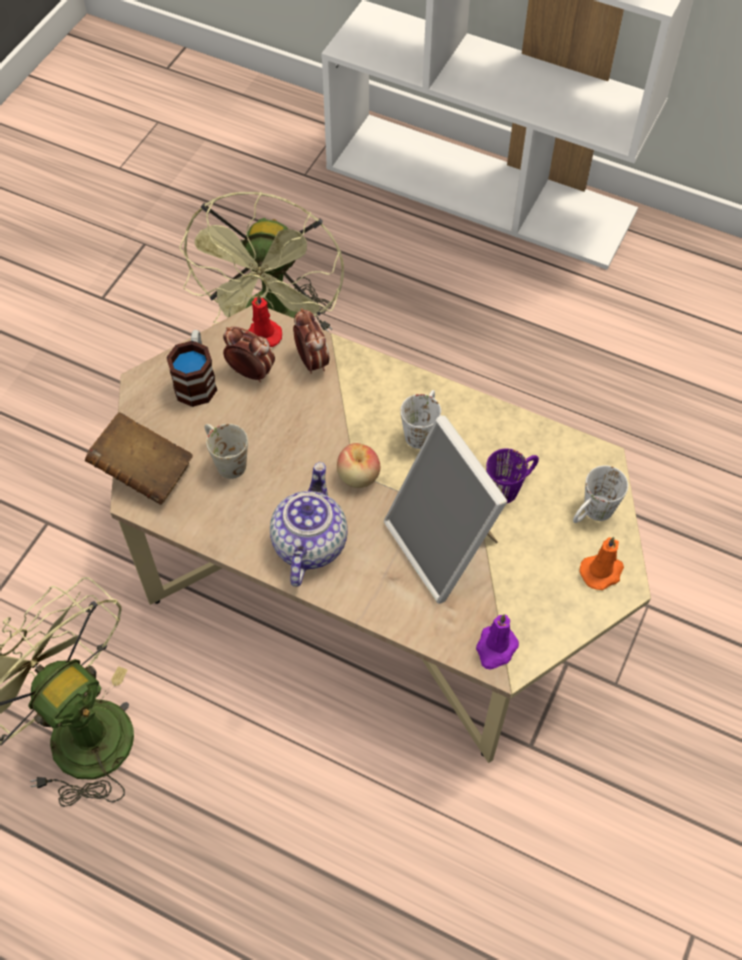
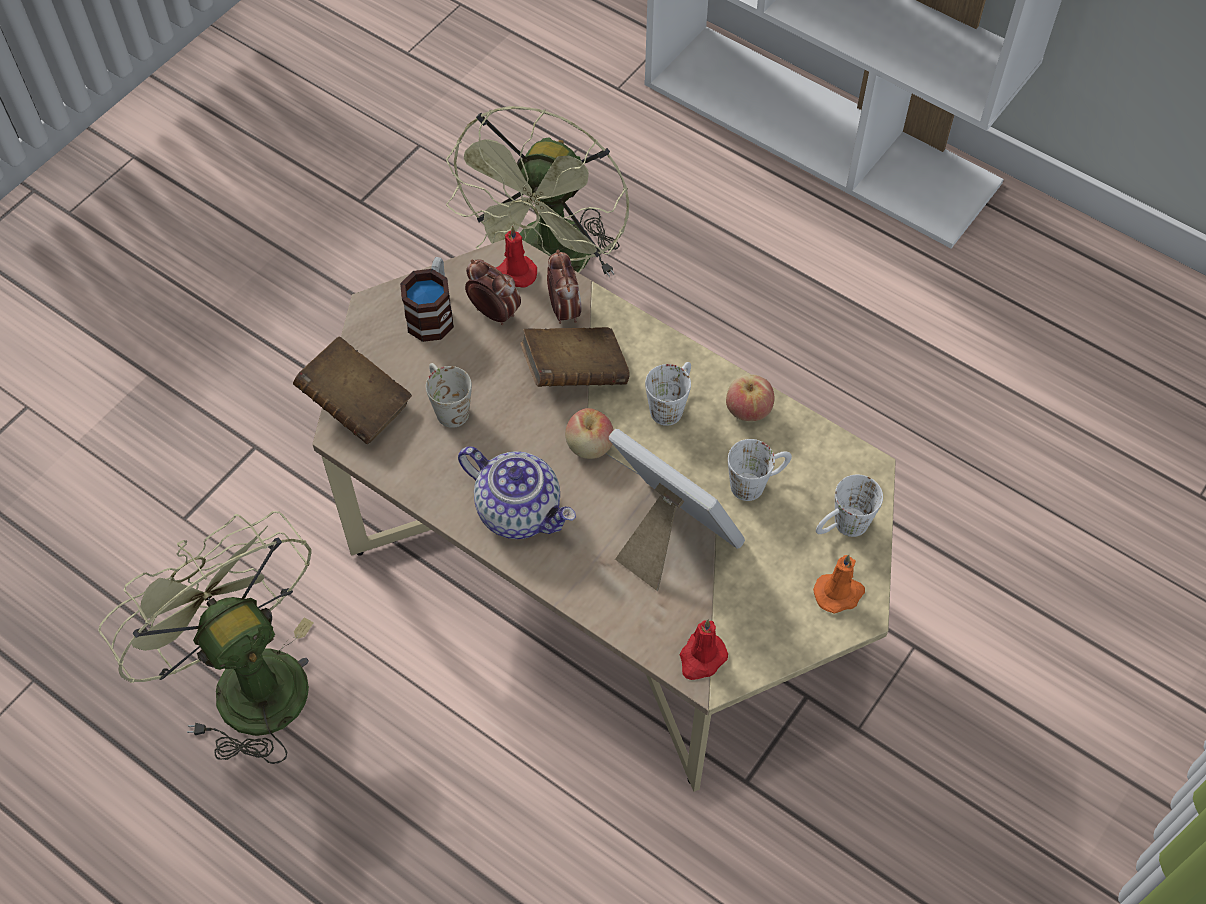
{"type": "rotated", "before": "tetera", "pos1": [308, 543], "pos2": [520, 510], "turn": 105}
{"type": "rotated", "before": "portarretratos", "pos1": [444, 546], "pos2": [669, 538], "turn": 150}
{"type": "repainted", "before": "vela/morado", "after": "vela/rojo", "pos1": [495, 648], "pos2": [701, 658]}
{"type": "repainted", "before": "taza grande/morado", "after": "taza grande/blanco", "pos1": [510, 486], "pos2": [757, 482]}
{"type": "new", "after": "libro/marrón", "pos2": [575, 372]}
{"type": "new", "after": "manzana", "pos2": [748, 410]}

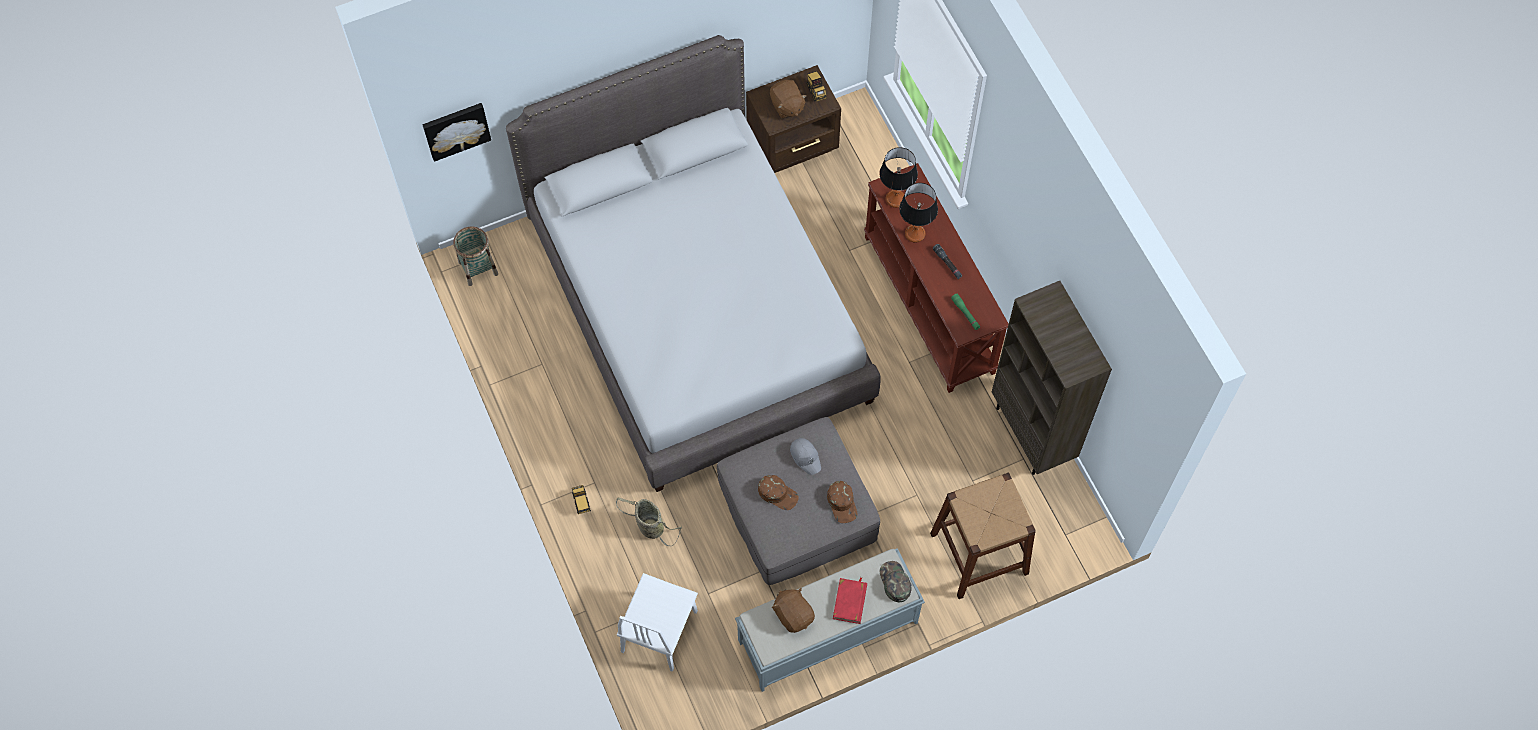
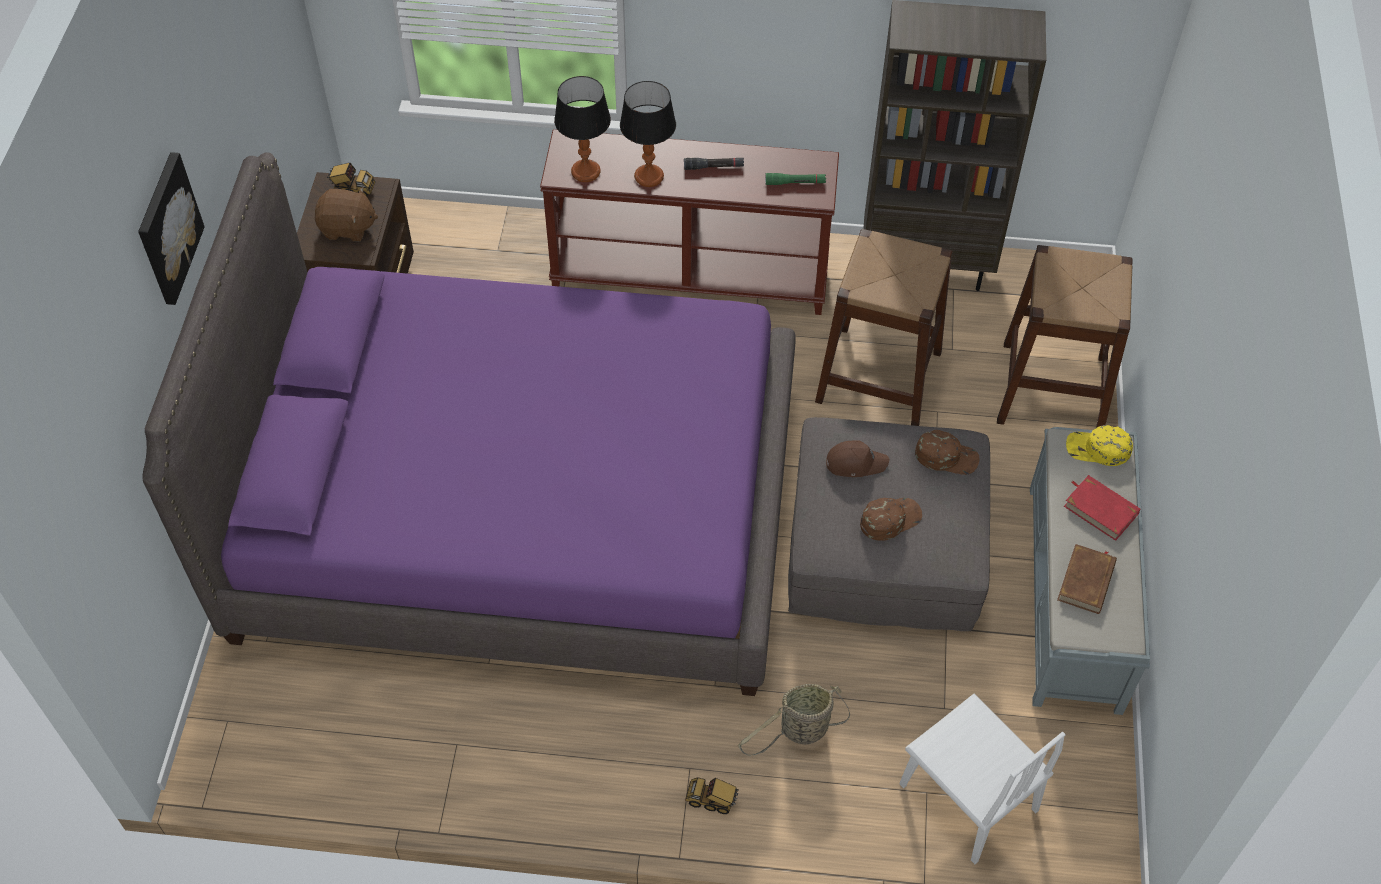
{"type": "shifted", "before": "cuadro", "pos1": [456, 129], "pos2": [167, 228]}
{"type": "gone", "before": "cesta", "pos1": [478, 268]}
{"type": "repainted", "before": "cama/gris", "after": "cama/morado", "pos1": [699, 309], "pos2": [518, 511]}
{"type": "swapped", "before": "peluche/marrón", "after": "libro/marrón", "pos1": [793, 614], "pos2": [1086, 581]}
{"type": "repainted", "before": "gorra/gris", "after": "gorra/marrón", "pos1": [806, 457], "pos2": [855, 463]}
{"type": "repainted", "before": "gorra/verde", "after": "gorra/amarillo", "pos1": [894, 582], "pos2": [1098, 449]}
{"type": "new", "after": "taburete/marrón", "pos2": [879, 376]}

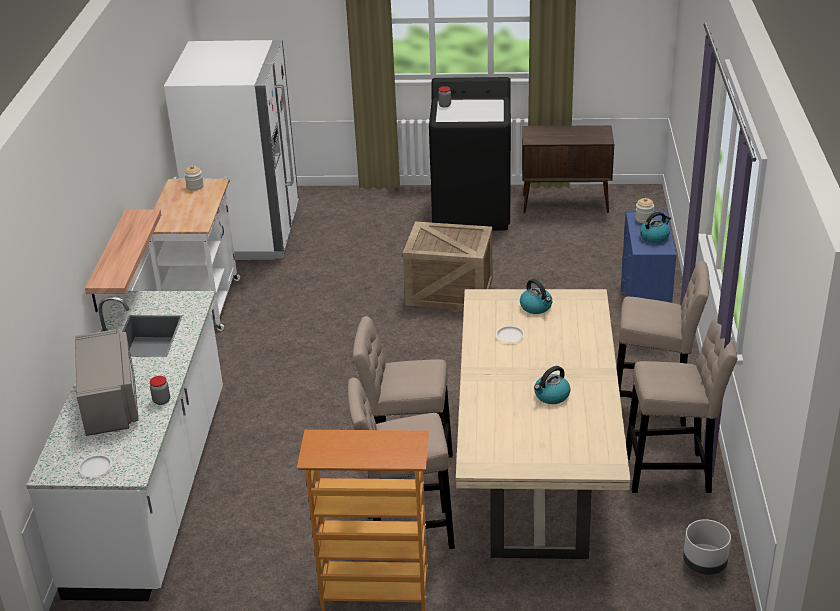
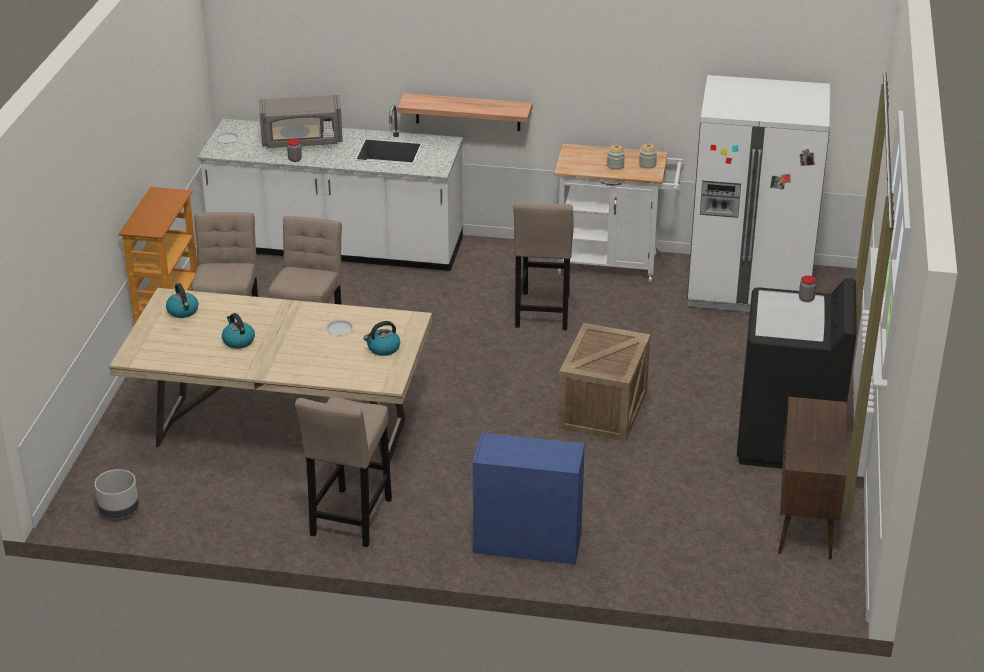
{"type": "shifted", "before": "taburete/beis", "pos1": [672, 473], "pos2": [542, 313]}
{"type": "shifted", "before": "tarro", "pos1": [644, 219], "pos2": [615, 165]}
{"type": "shifted", "before": "hervidor", "pos1": [654, 237], "pos2": [183, 311]}

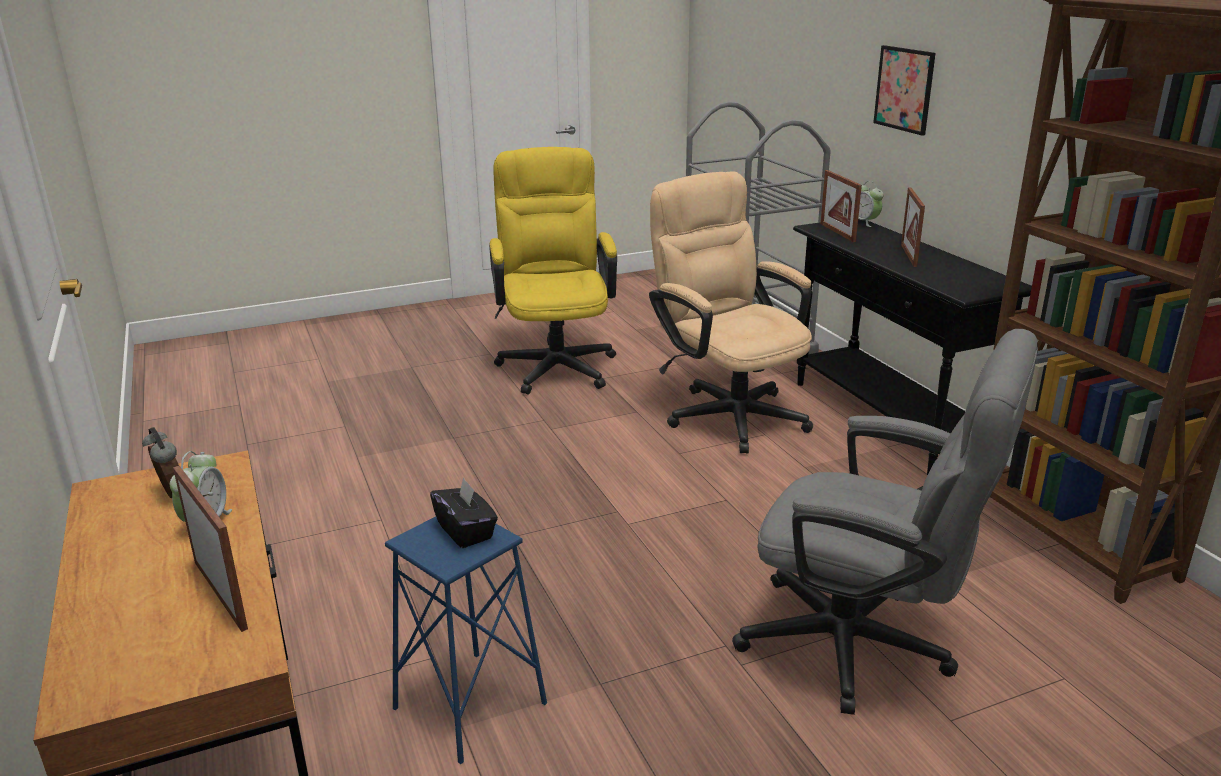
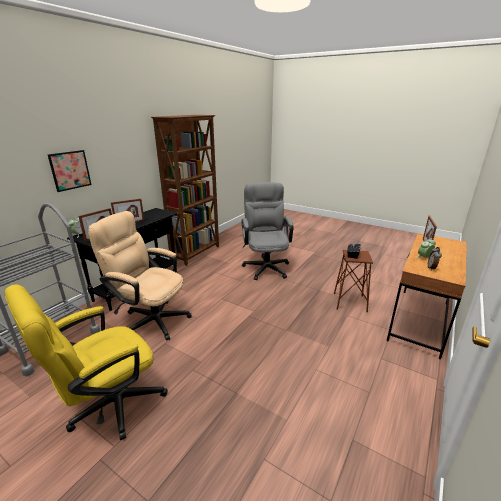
{"type": "repainted", "before": "taburete/azul", "after": "taburete/marrón", "pos1": [470, 706], "pos2": [349, 302]}
{"type": "rotated", "before": "silla de oficina/beis", "pos1": [728, 412], "pos2": [150, 319], "turn": 90}

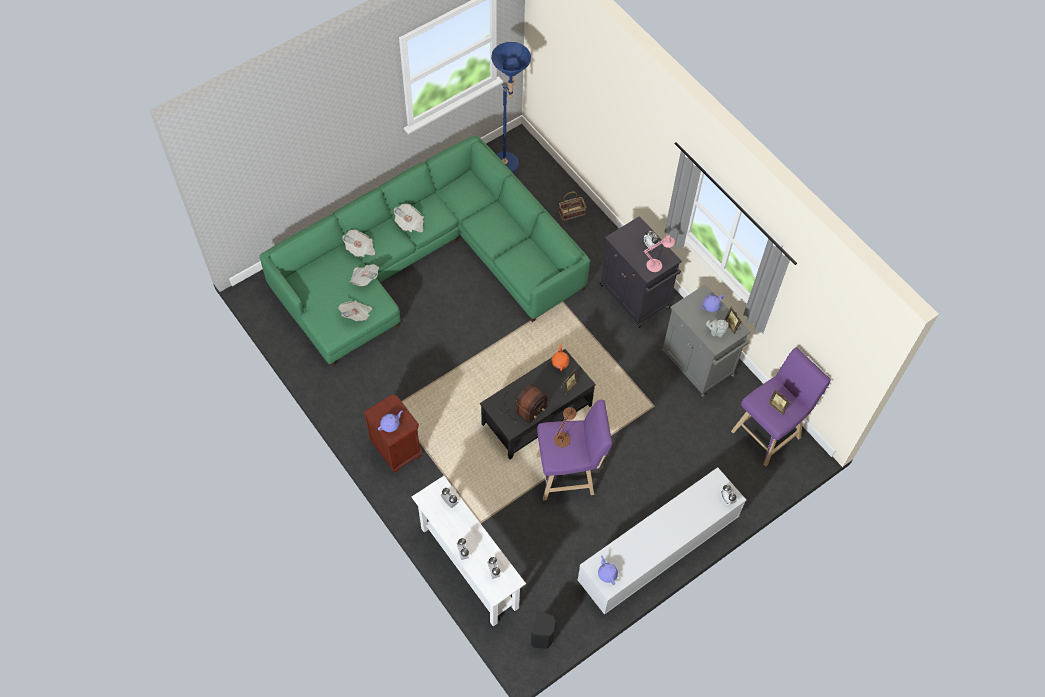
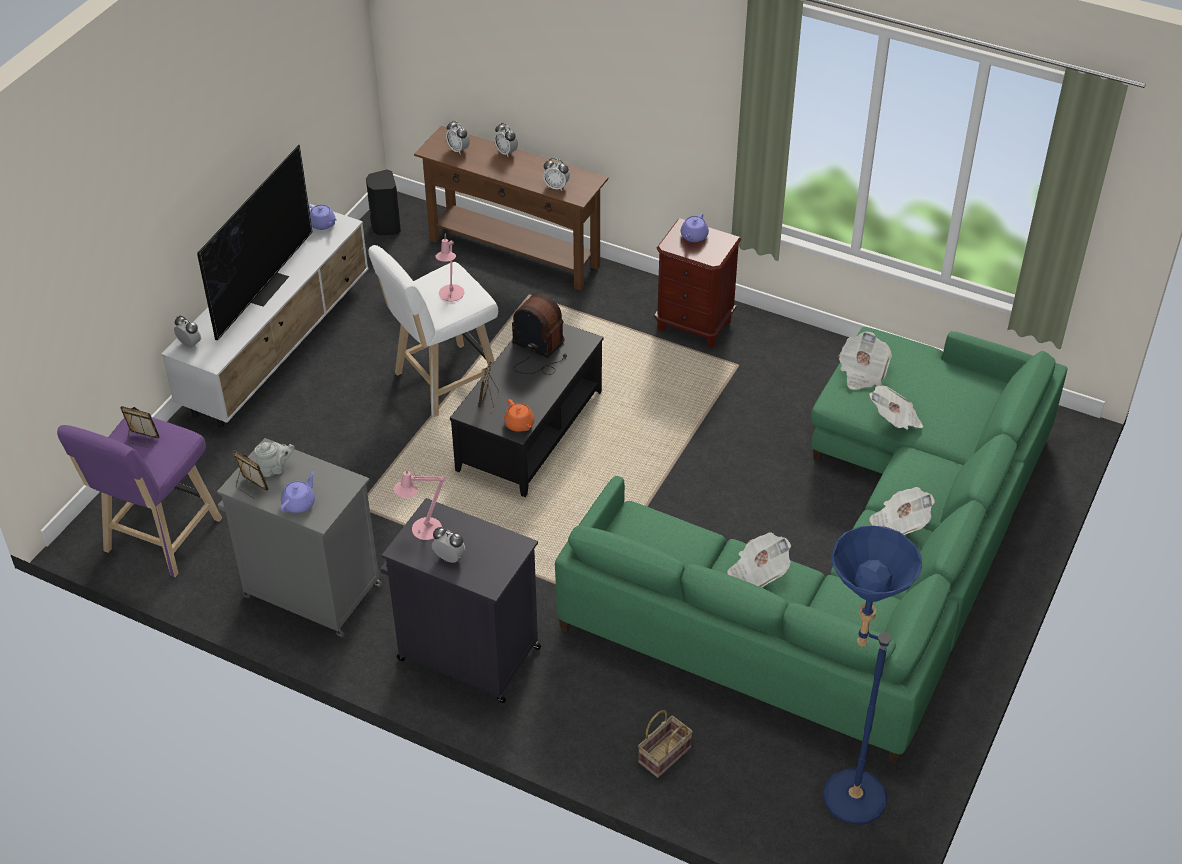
{"type": "shifted", "before": "periódico", "pos1": [360, 249], "pos2": [758, 572]}
{"type": "repainted", "before": "mesa consola/blanco", "after": "mesa consola/marrón", "pos1": [468, 568], "pos2": [514, 252]}
{"type": "rotated", "before": "radio", "pos1": [522, 408], "pos2": [538, 352], "turn": 105}
{"type": "repainted", "before": "taburete/morado", "after": "taburete/blanco", "pos1": [569, 474], "pos2": [442, 382]}
{"type": "repainted", "before": "lámpara de mesa/marrón", "after": "lámpara de mesa/rosa", "pos1": [563, 437], "pos2": [451, 295]}
{"type": "new", "after": "televisor", "pos2": [265, 287]}

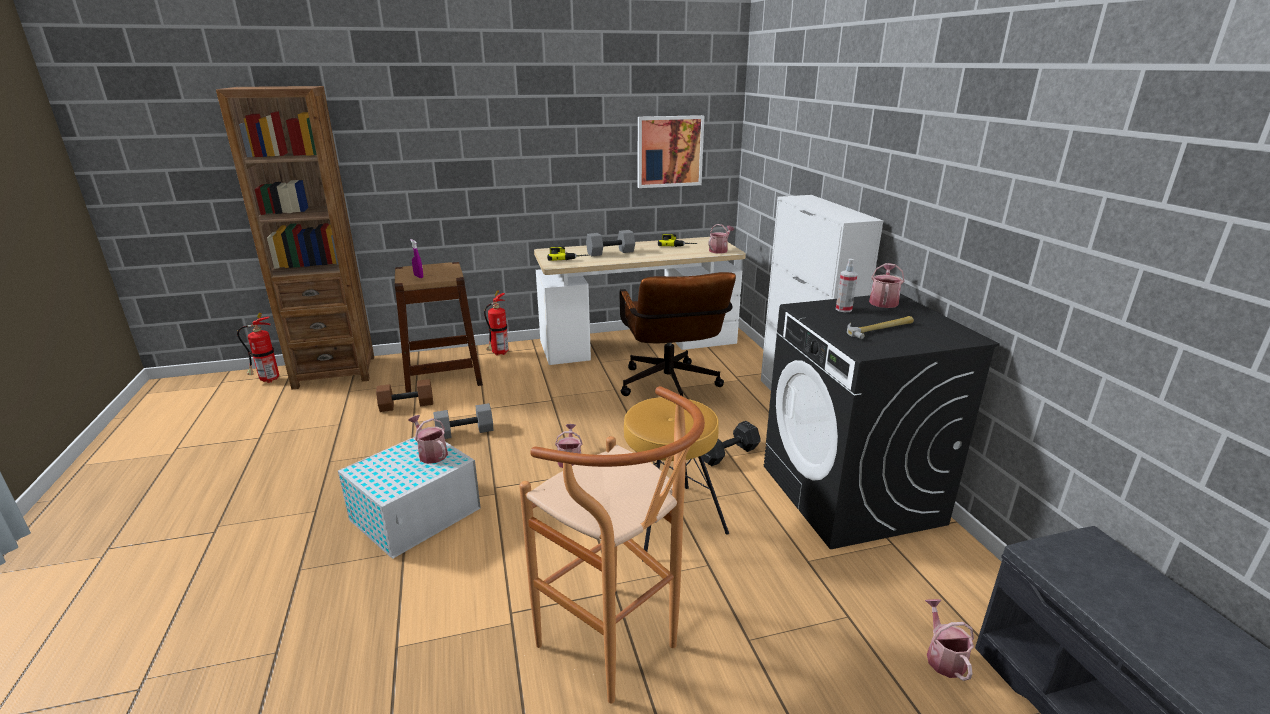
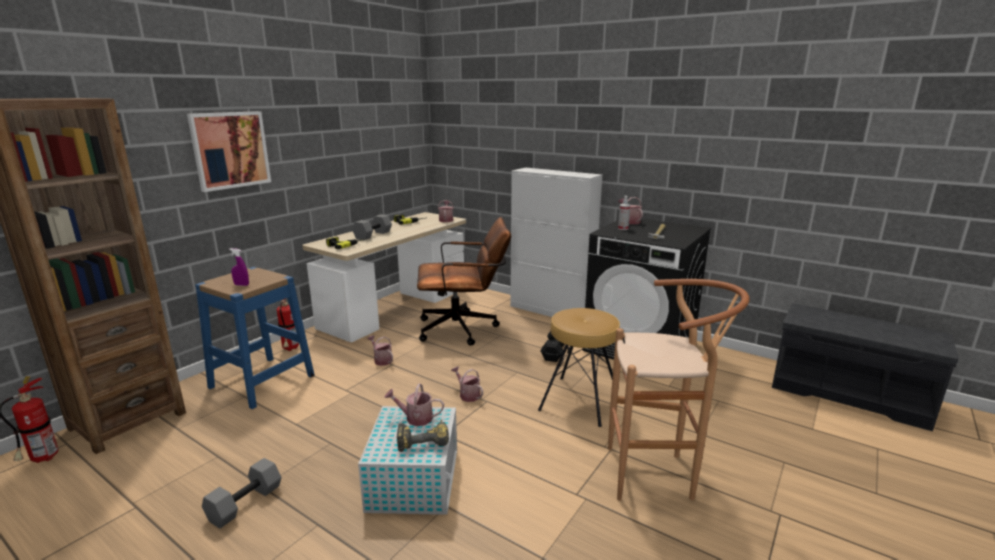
{"type": "gone", "before": "mancuerna/marrón", "pos1": [407, 405]}
{"type": "repainted", "before": "taburete/marrón", "after": "taburete/azul", "pos1": [442, 375], "pos2": [262, 381]}
{"type": "shifted", "before": "mancuerna/gris", "pos1": [465, 431], "pos2": [245, 502]}
{"type": "rotated", "before": "silla de oficina/marrón", "pos1": [670, 389], "pos2": [464, 329], "turn": -45}
{"type": "shifted", "before": "cuadro", "pos1": [669, 151], "pos2": [230, 150]}
{"type": "shifted", "before": "regadera", "pos1": [943, 657], "pos2": [381, 360]}
{"type": "new", "after": "taladro", "pos2": [424, 439]}

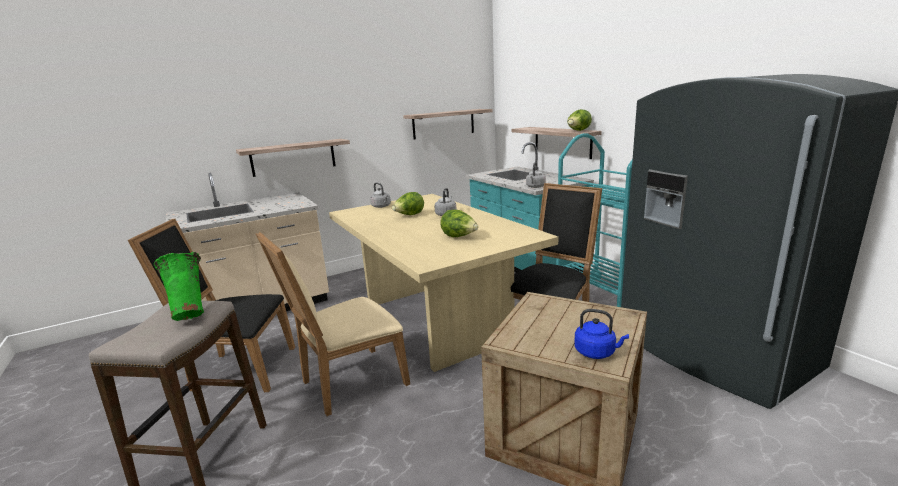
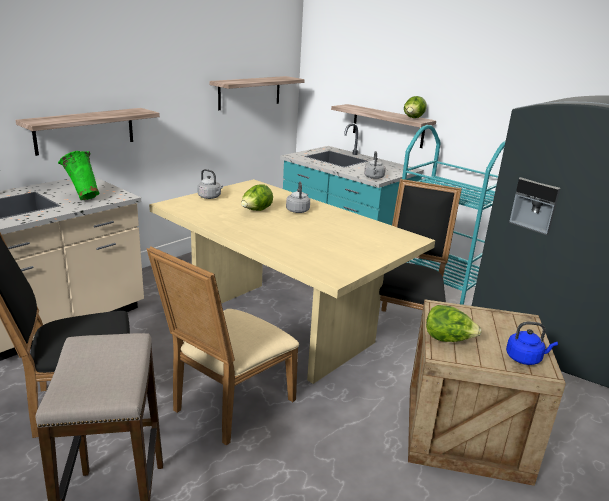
{"type": "shifted", "before": "florero/verde", "pos1": [190, 314], "pos2": [82, 197]}
{"type": "shifted", "before": "lechuga", "pos1": [459, 237], "pos2": [448, 340]}

